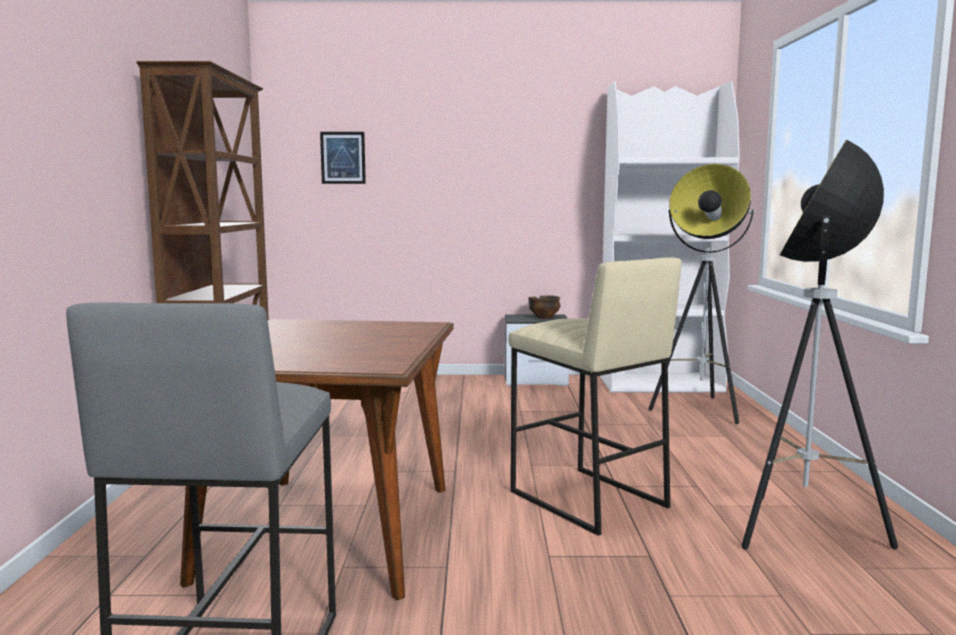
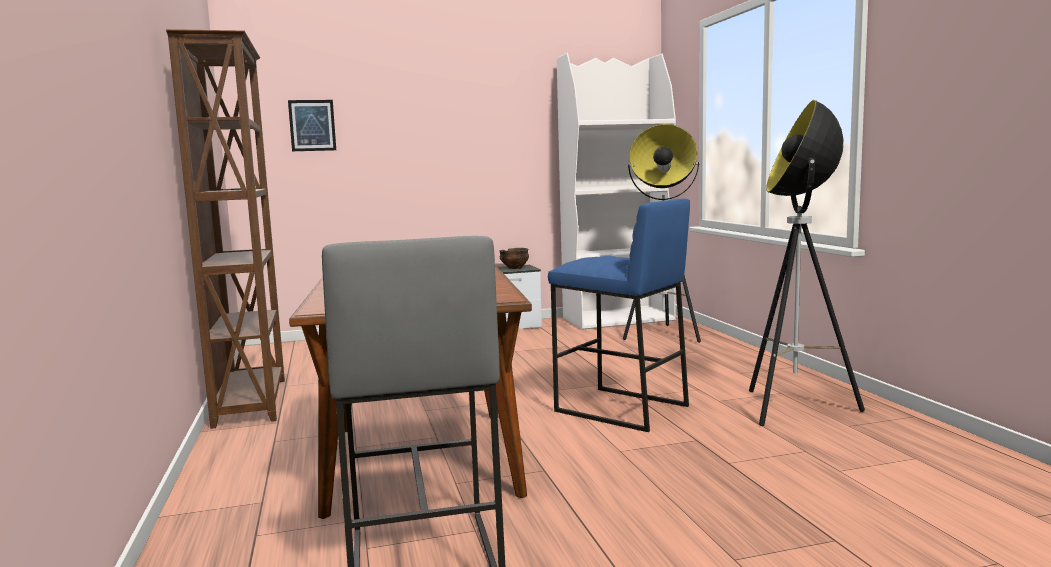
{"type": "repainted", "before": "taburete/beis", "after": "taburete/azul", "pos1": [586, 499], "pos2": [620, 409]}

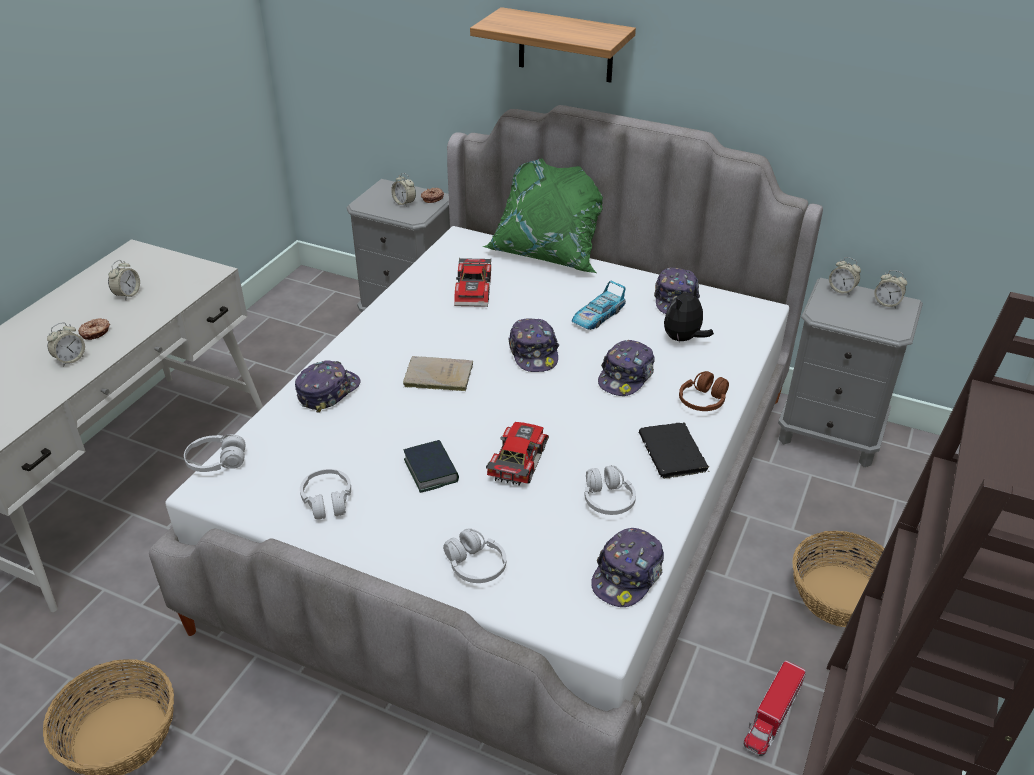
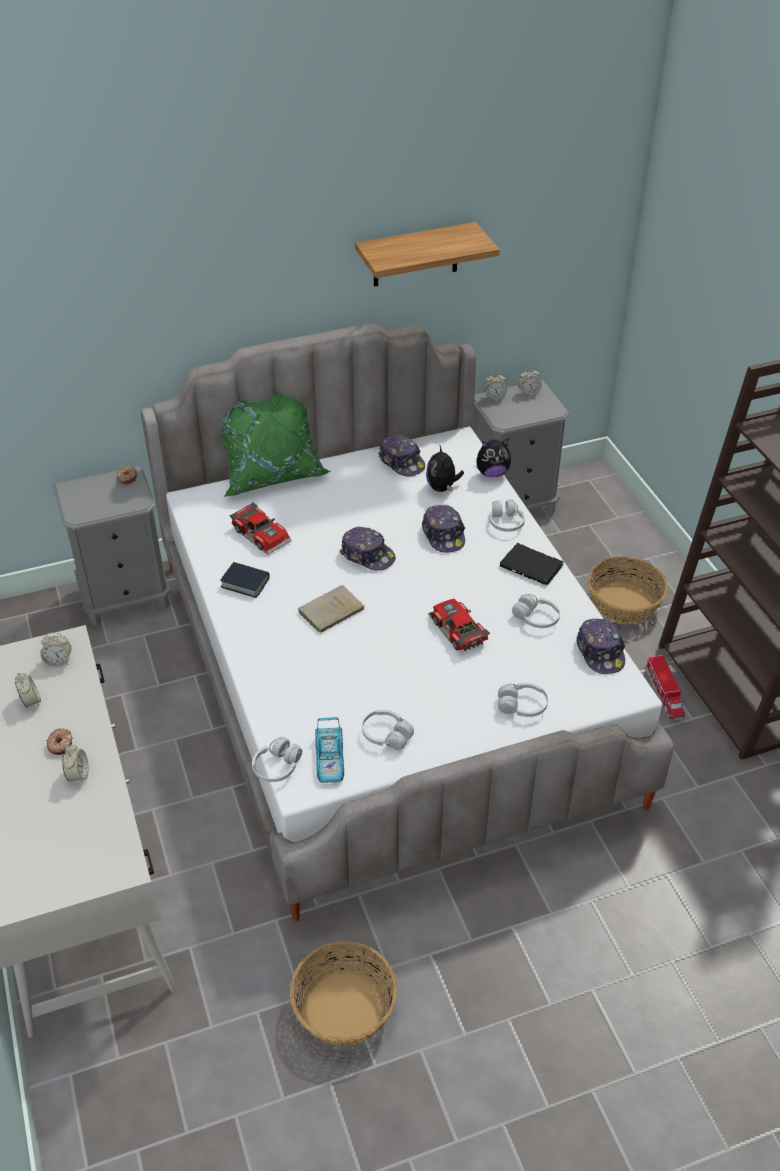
{"type": "gone", "before": "gorra", "pos1": [328, 391]}
{"type": "shifted", "before": "despertador", "pos1": [404, 203], "pos2": [58, 661]}
{"type": "shifted", "before": "libro", "pos1": [431, 470], "pos2": [245, 583]}
{"type": "shifted", "before": "estante", "pos1": [565, 45], "pos2": [415, 255]}
{"type": "shifted", "before": "coche de juguete", "pos1": [598, 316], "pos2": [330, 759]}
{"type": "repainted", "before": "auriculares/marrón", "after": "auriculares/blanco", "pos1": [703, 401], "pos2": [505, 522]}
{"type": "new", "after": "peluche", "pos2": [492, 473]}

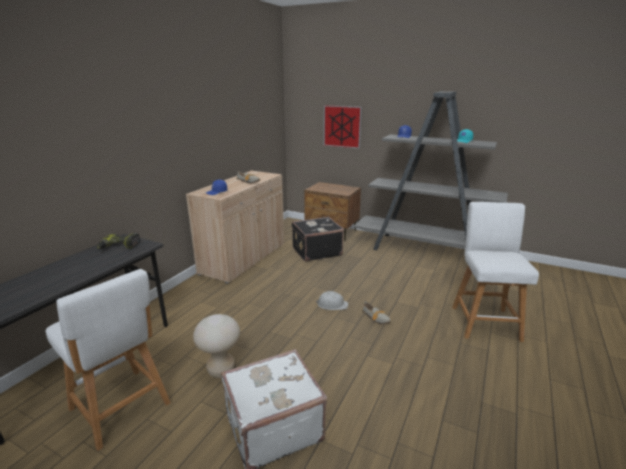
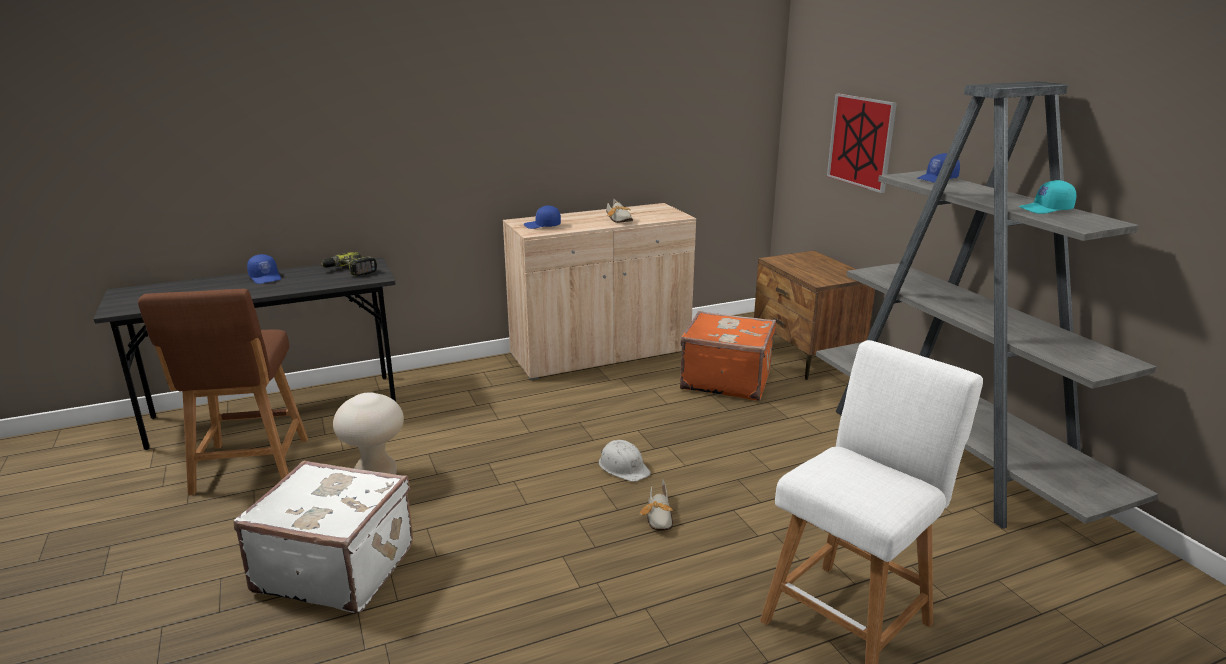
{"type": "repainted", "before": "taburete/blanco", "after": "taburete/marrón", "pos1": [122, 409], "pos2": [249, 469]}
{"type": "repainted", "before": "maleta/negro", "after": "maleta/naranja", "pos1": [316, 251], "pos2": [726, 380]}
{"type": "new", "after": "gorra/azul", "pos2": [266, 278]}

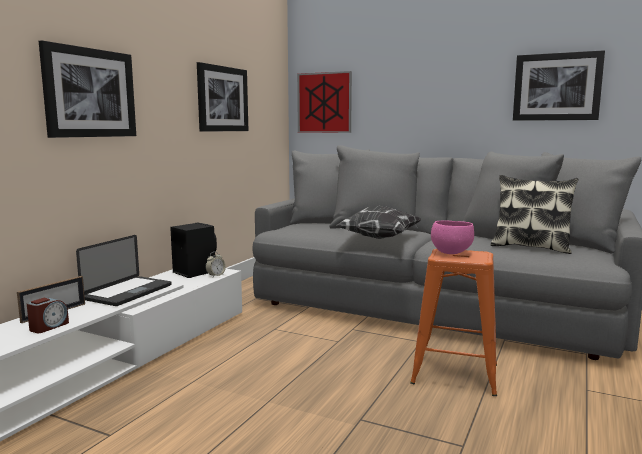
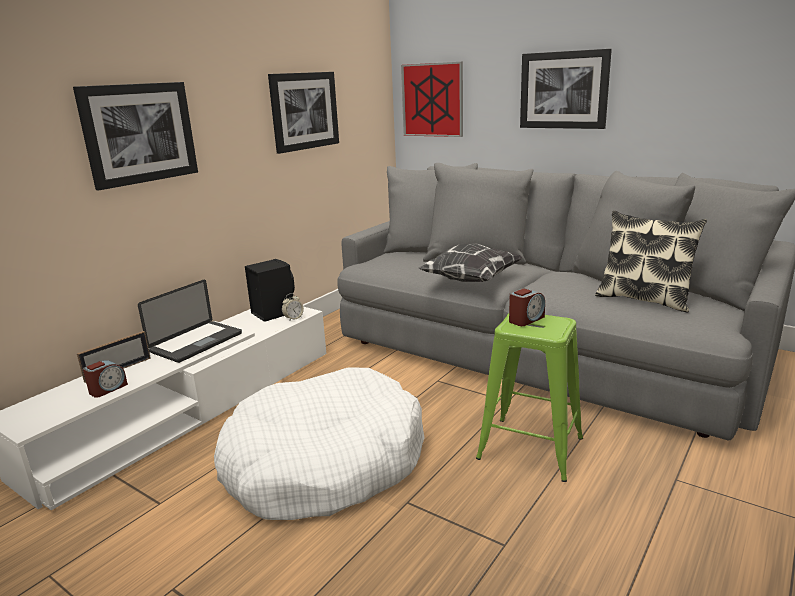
{"type": "repainted", "before": "taburete/naranja", "after": "taburete/verde", "pos1": [456, 374], "pos2": [531, 448]}
{"type": "swapped", "before": "cuenco/rosa", "after": "despertador", "pos1": [451, 252], "pos2": [526, 319]}
{"type": "shifted", "before": "cuadro", "pos1": [556, 87], "pos2": [563, 90]}
{"type": "new", "after": "cama para perro/blanco", "pos2": [324, 463]}

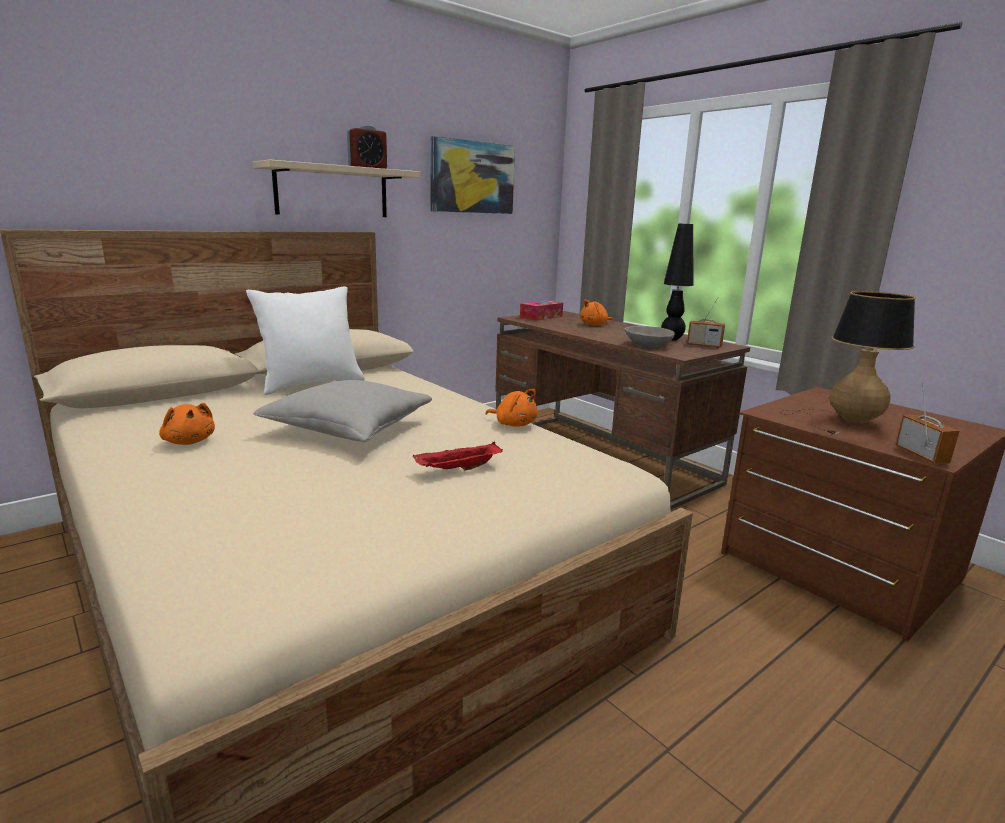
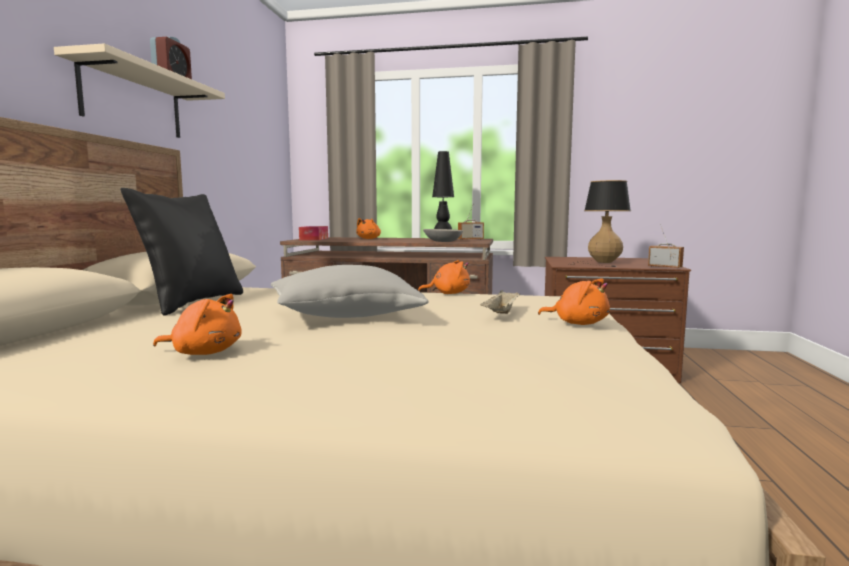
{"type": "repainted", "before": "cojín/blanco", "after": "cojín/negro", "pos1": [311, 384], "pos2": [192, 303]}
{"type": "repainted", "before": "bandeja/rojo", "after": "bandeja/beis", "pos1": [458, 470], "pos2": [502, 314]}
{"type": "gone", "before": "cuadro", "pos1": [472, 177]}
{"type": "new", "after": "peluche/naranja", "pos2": [577, 323]}

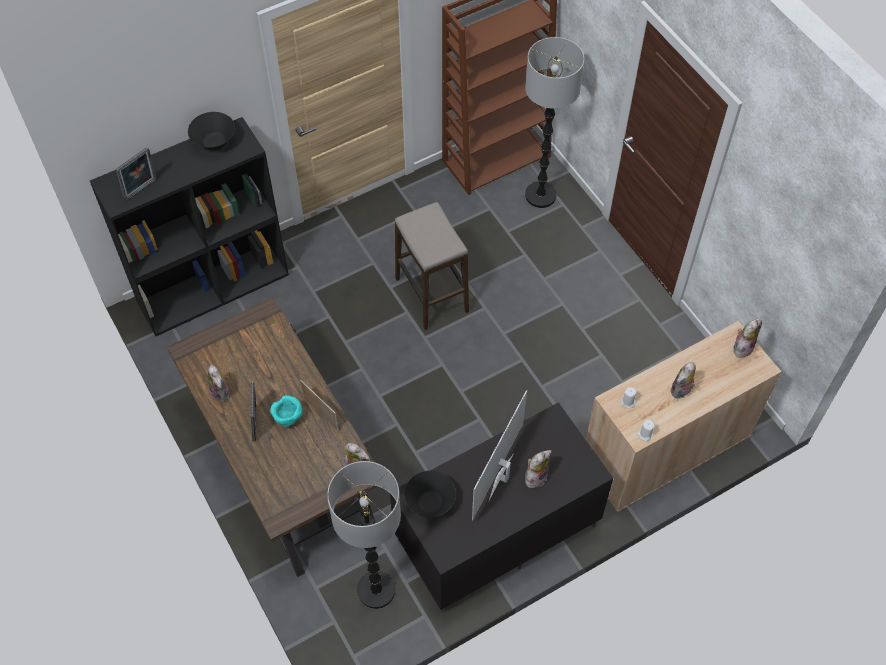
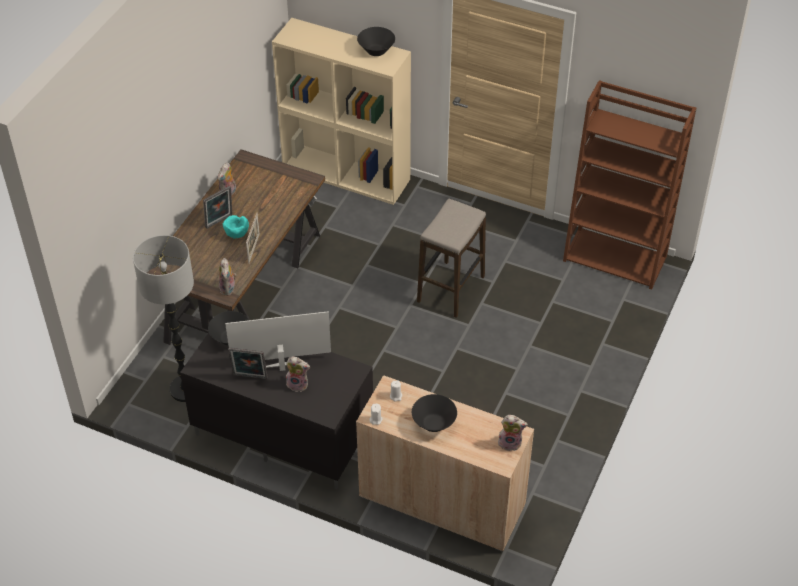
{"type": "repainted", "before": "estantería/negro", "after": "estantería/beis", "pos1": [214, 287], "pos2": [347, 174]}
{"type": "shifted", "before": "portarretratos", "pos1": [142, 190], "pos2": [249, 378]}
{"type": "gone", "before": "lámpara de pie", "pos1": [540, 195]}
{"type": "swapped", "before": "peluche", "after": "cuenco/negro", "pos1": [681, 391], "pos2": [434, 423]}

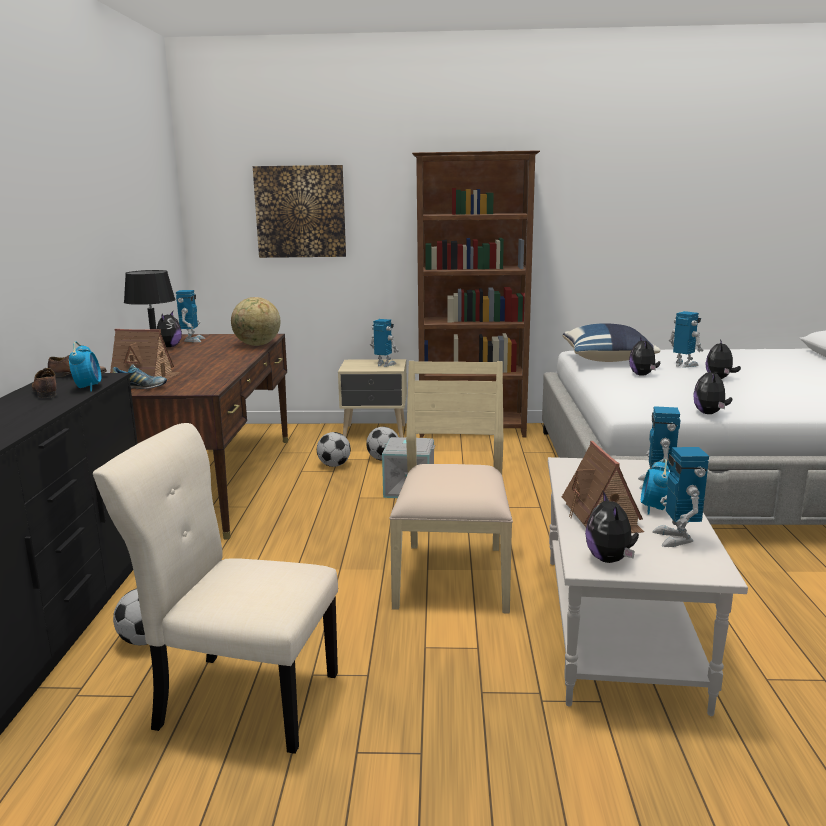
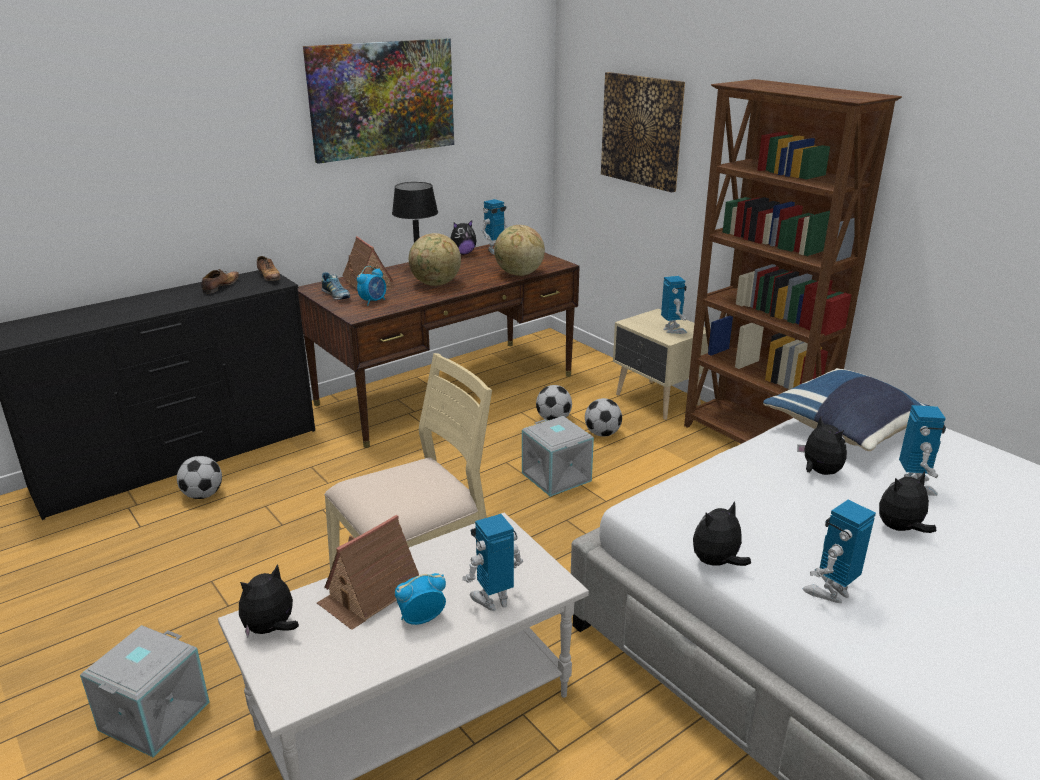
{"type": "shifted", "before": "despertador", "pos1": [88, 388], "pos2": [373, 301]}
{"type": "gone", "before": "silla/beis", "pos1": [241, 699]}
{"type": "rotated", "before": "peluche", "pos1": [643, 375], "pos2": [819, 472], "turn": 105}
{"type": "shifted", "before": "robot de juguete", "pos1": [676, 538], "pos2": [830, 592]}
{"type": "new", "after": "caja de almacenaje/gris", "pos2": [153, 715]}
{"type": "new", "after": "cuadro", "pos2": [382, 98]}
{"type": "new", "after": "globo terráqueo", "pos2": [436, 284]}

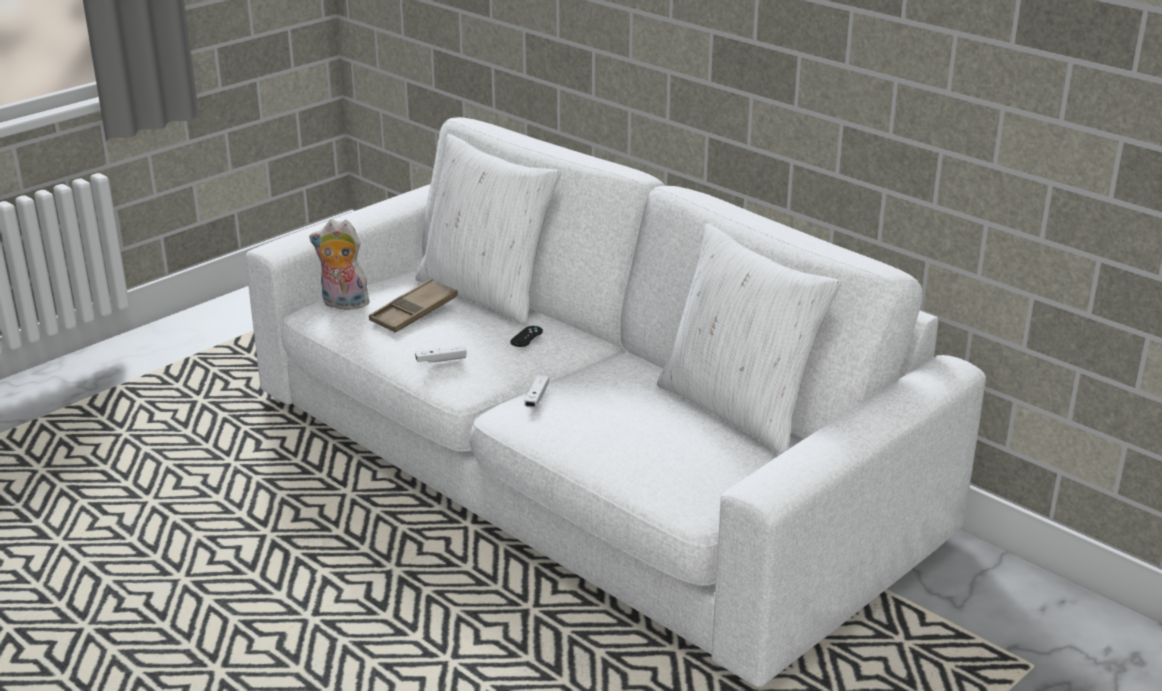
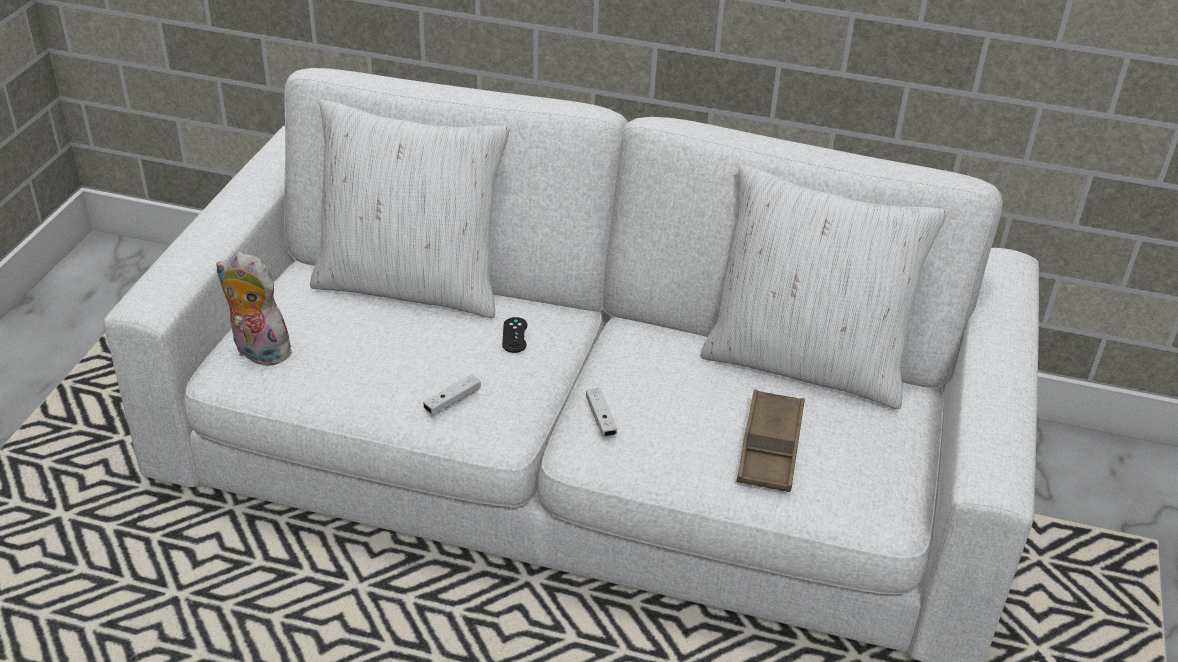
{"type": "rotated", "before": "peluche", "pos1": [343, 305], "pos2": [258, 352], "turn": 45}
{"type": "shifted", "before": "bandeja/marrón", "pos1": [414, 312], "pos2": [770, 447]}

